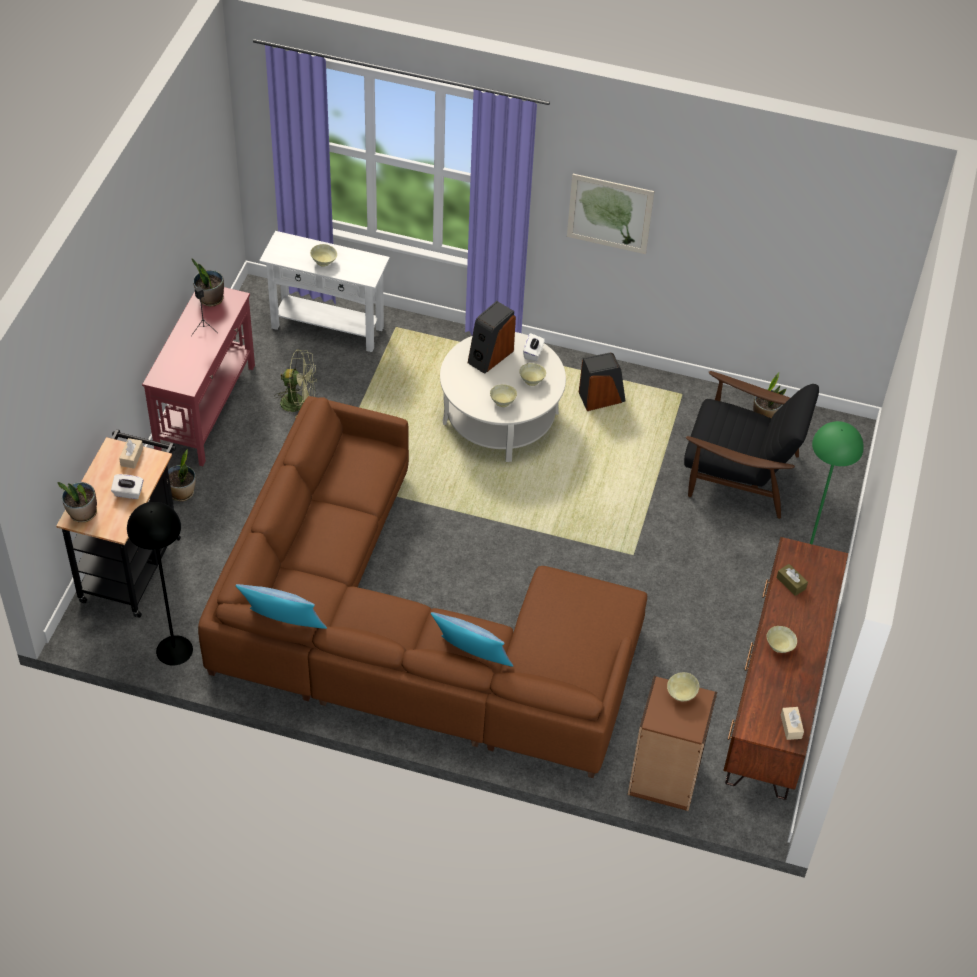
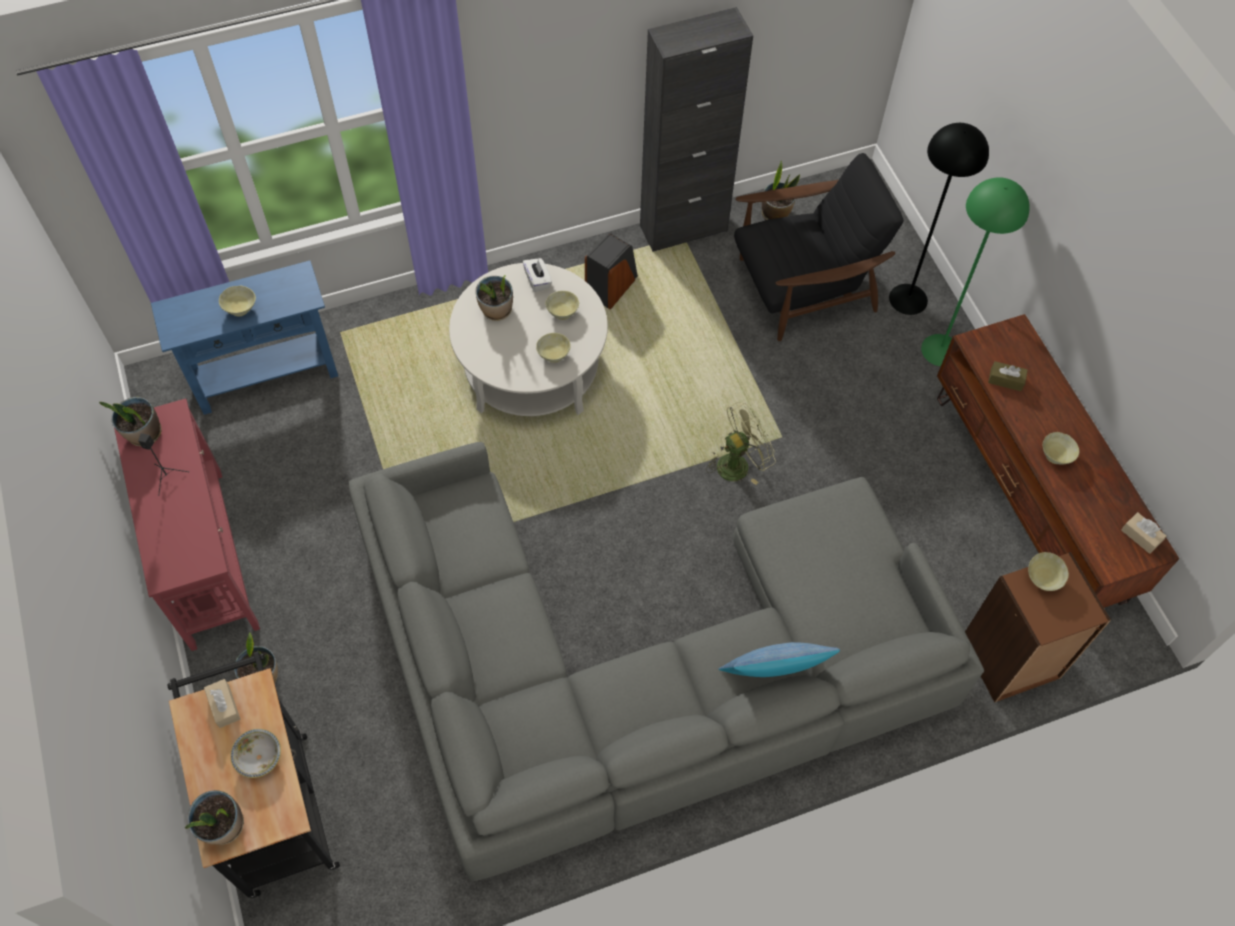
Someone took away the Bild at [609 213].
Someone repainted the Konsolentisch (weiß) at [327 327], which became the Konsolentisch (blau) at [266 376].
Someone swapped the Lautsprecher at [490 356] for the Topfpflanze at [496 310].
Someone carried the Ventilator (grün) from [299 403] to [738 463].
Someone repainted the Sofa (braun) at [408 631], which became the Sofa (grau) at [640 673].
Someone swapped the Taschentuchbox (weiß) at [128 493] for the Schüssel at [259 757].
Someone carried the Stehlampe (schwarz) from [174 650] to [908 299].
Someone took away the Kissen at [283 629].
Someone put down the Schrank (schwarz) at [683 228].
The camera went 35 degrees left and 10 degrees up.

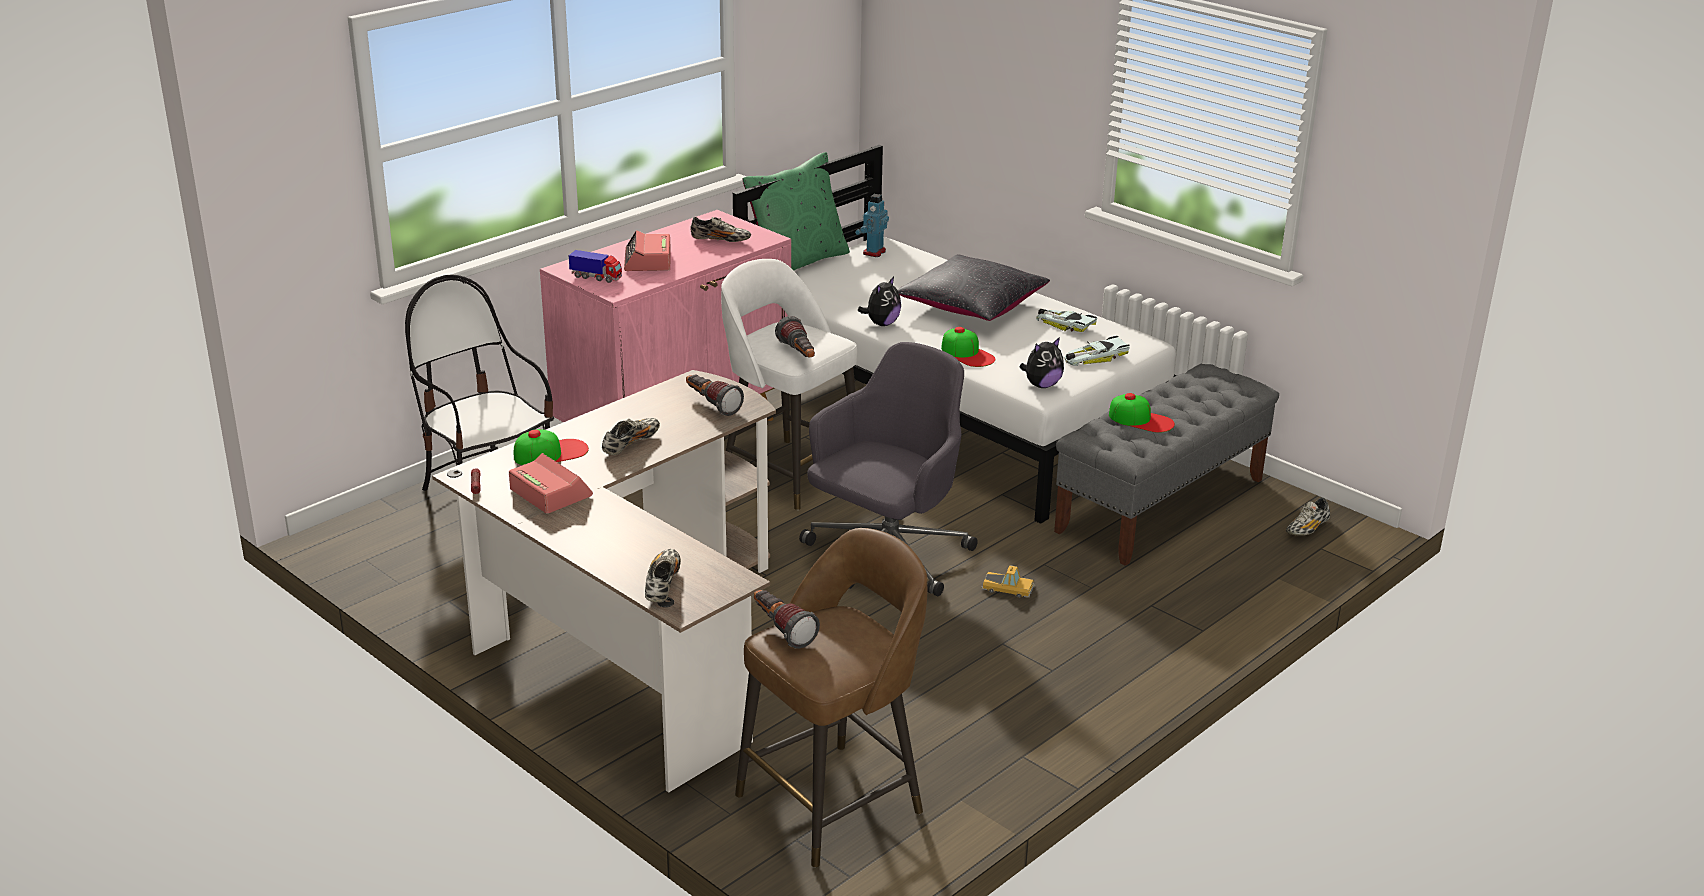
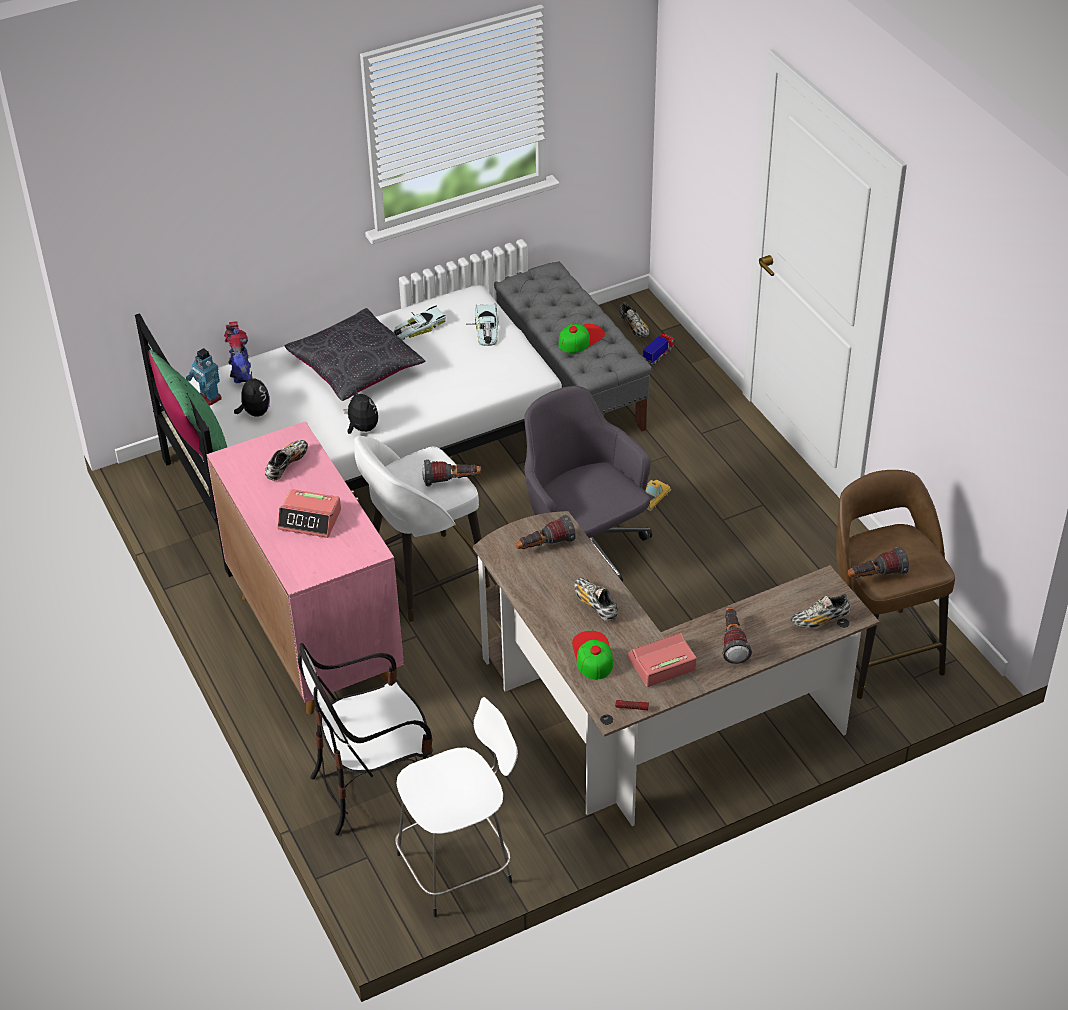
Someone carried the Spielzeuglaster from [596 277] to [658 355].
Someone took away the Kappe at [967 354].
Someone carried the Plüschtier from [1041 385] to [255 412].
Someone rotated the Schuh at [663 584] by 45 degrees counterclockwise.
Someone put down the Spielzeugroboter at [241 374].
Someone put down the Taschenlampe at [732 642].
Someone put down the Hocker (weiß) at [458 866].
The camera went 70 degrees left and 15 degrees up.

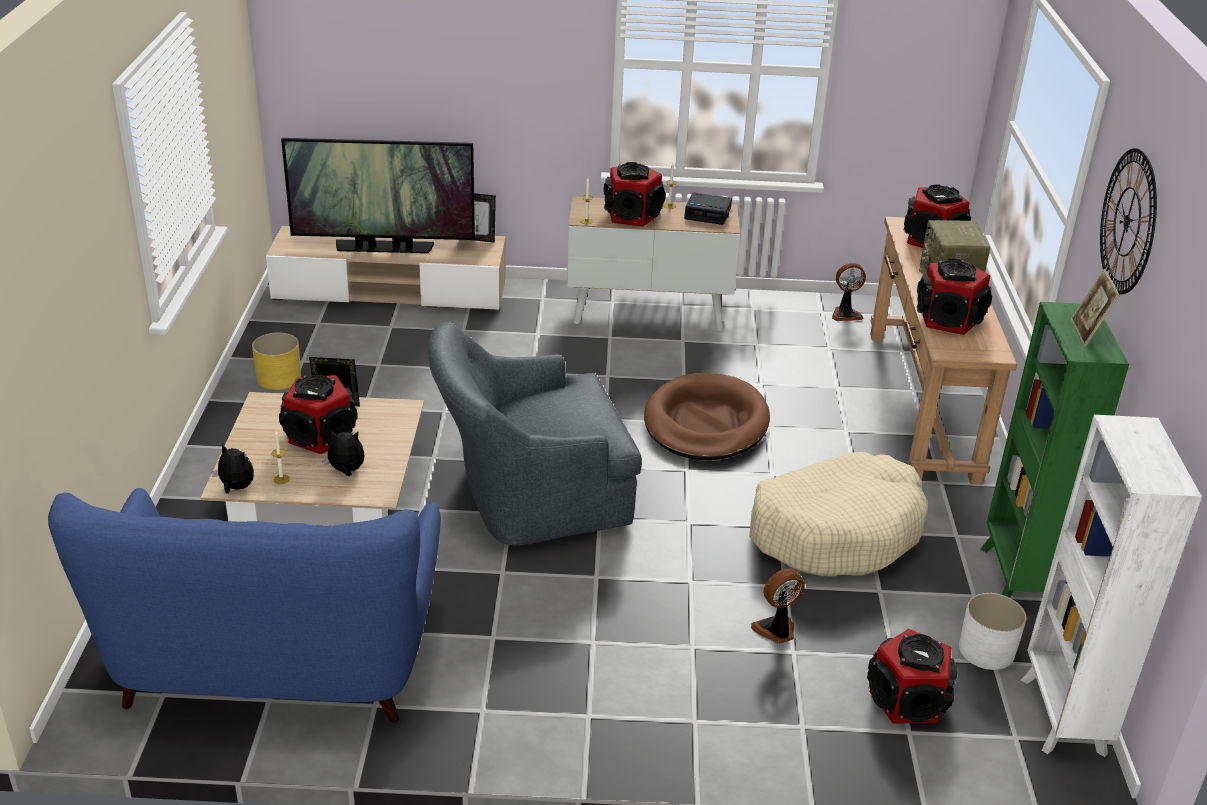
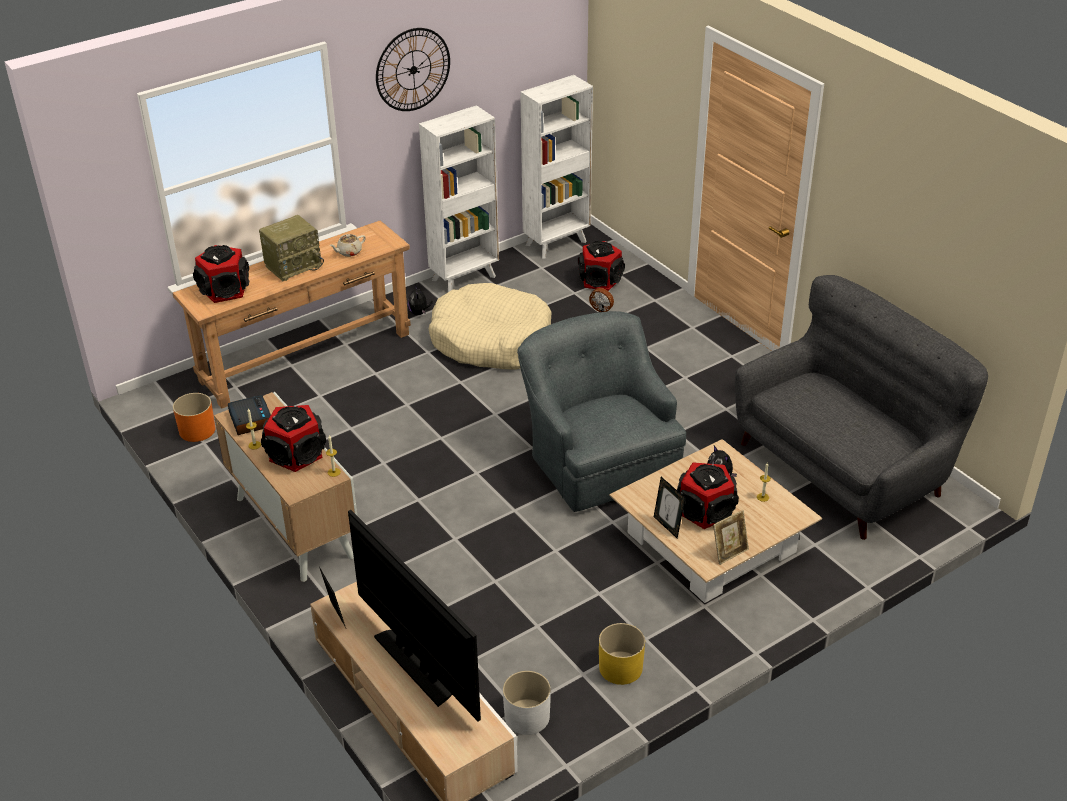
Someone swapped the Lautsprecher at [949 320] for the Teekanne (beige) at [349 252].
Someone swapped the Ventilator at [845 314] for the Pflanzkübel (orange) at [197 430].
Someone carried the Bilderrahmen from [1087 333] to [729 552].
Someone repainted the Bücherregal (grün) at [1016 579], which became the Bücherregal (weiß) at [465 278].
Someone rotated the Sessel (grau) at [528 496] by 150 degrees counterclockwise.
Someone took away the Hundebett (braun) at [705 423].
Someone carried the Plüschtier from [236 488] to [419 313].
Someone repainted the Sofa (blau) at [276 663], which became the Sofa (grau) at [844 466].
Someone carried the Pflanzkübel (weiß) from [986 650] to [526 717].
The camera went 125 degrees left and 5 degrees up.

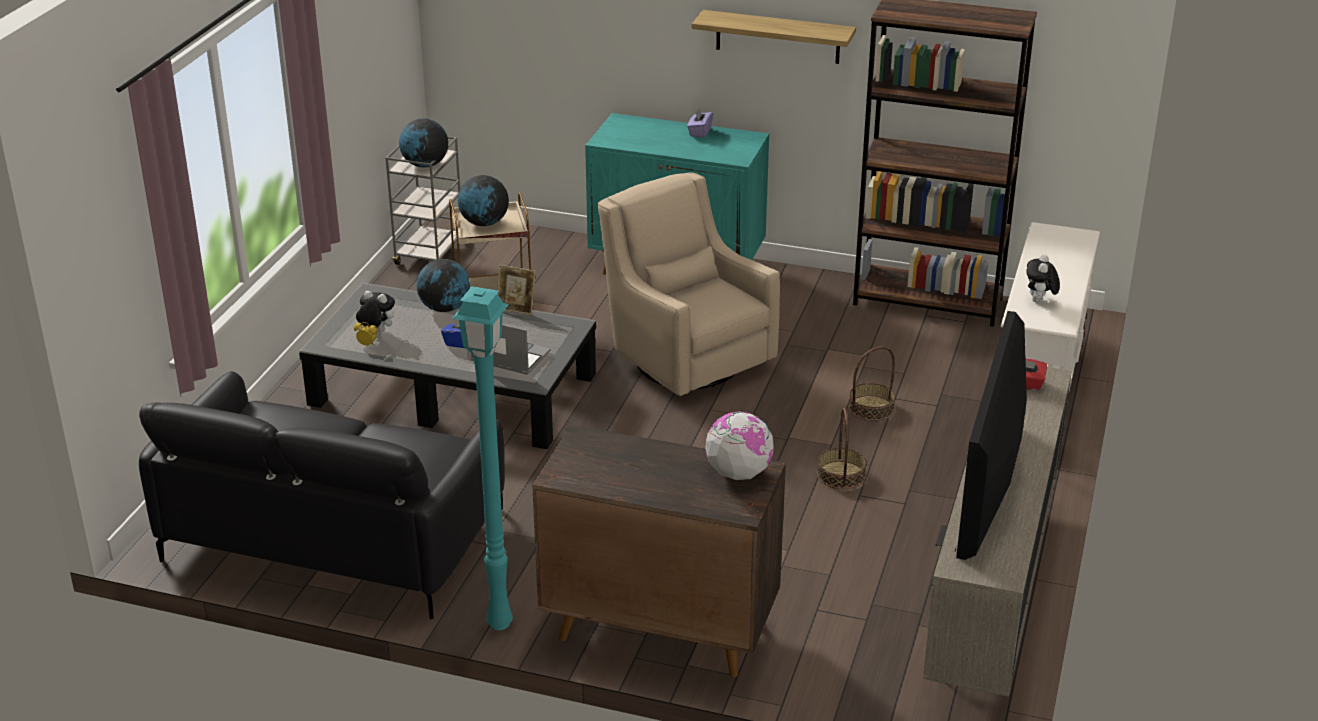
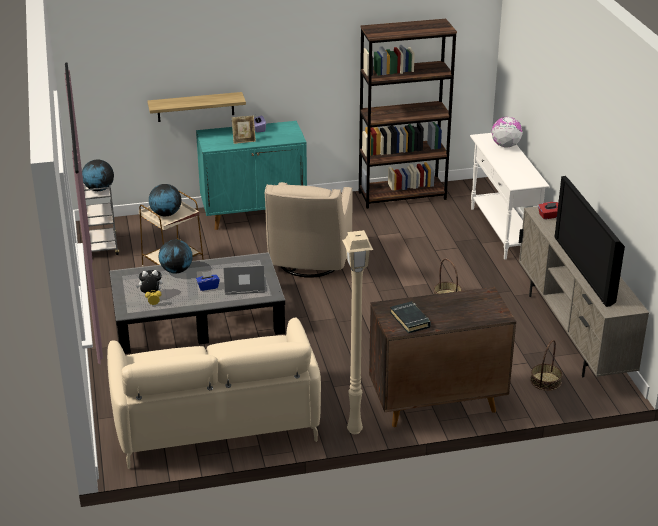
Someone carried the Wandregal from [778 37] to [195 107].
Someone rotated the Sessel (beige) at [685 359] by 105 degrees counterclockwise.
Someone took away the Plüschtier at [1039 301].
Someone carried the Bilderrahmen from [516 308] to [244 141].
Someone repainted the Stehlampe (türkis) at [497 624], which became the Stehlampe (beige) at [354 431].
Someone carried the Korb from [871 408] to [545 381].
Someone repainted the Sofa (schwarz) at [334 535], which became the Sofa (beige) at [215 418].
Someone carried the Globus from [738 473] to [505 145].
Someone put down the Buch (schwarz) at [410 320].
The camera went 30 degrees left and 0 degrees up.

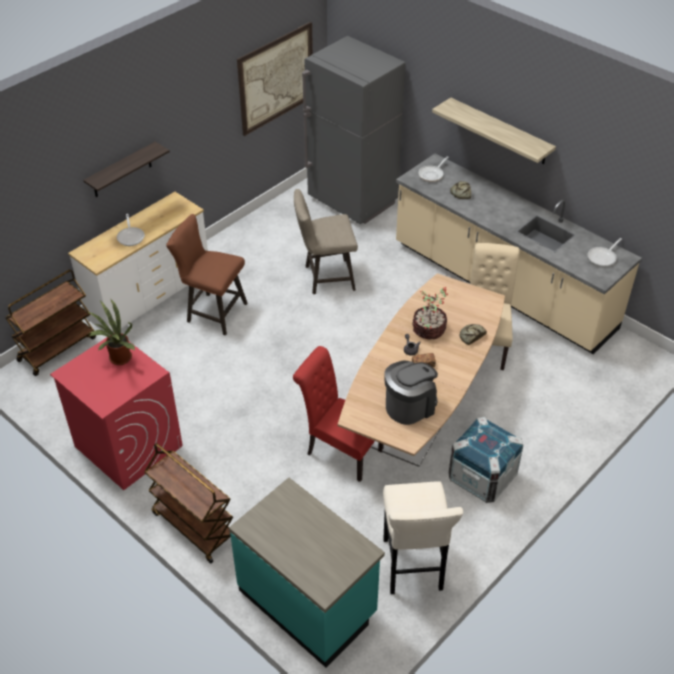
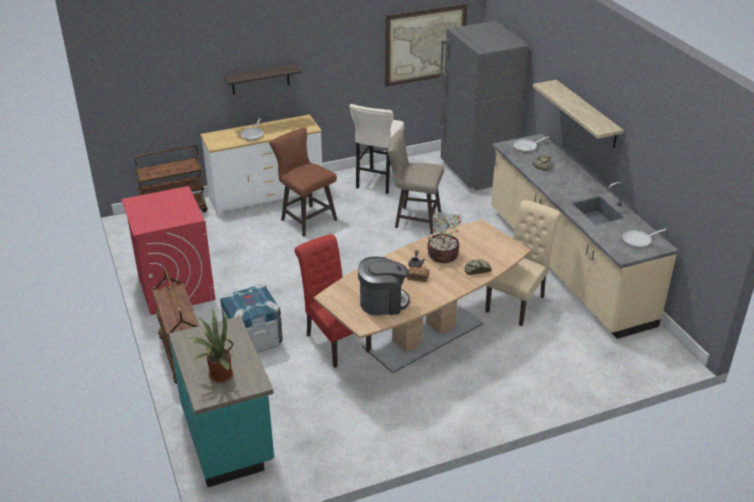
Someone carried the Topfpflanze from [118 359] to [218 375].
Someone carried the Kiste from [482 477] to [253 339].
Someone carried the Hocker (beige) from [412 568] to [377 182].
The camera went 25 degrees right and 10 degrees down.

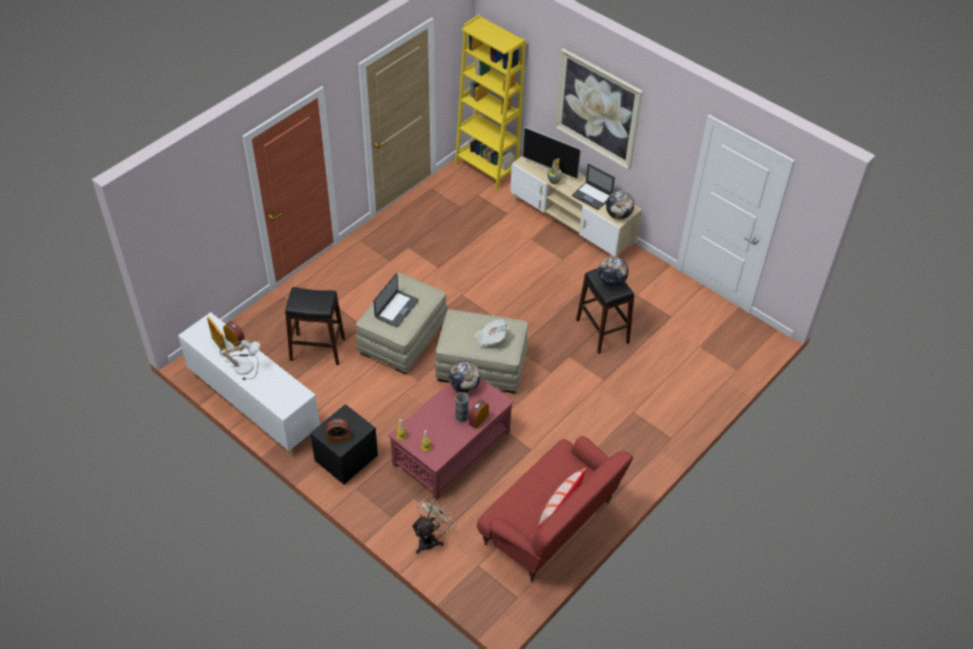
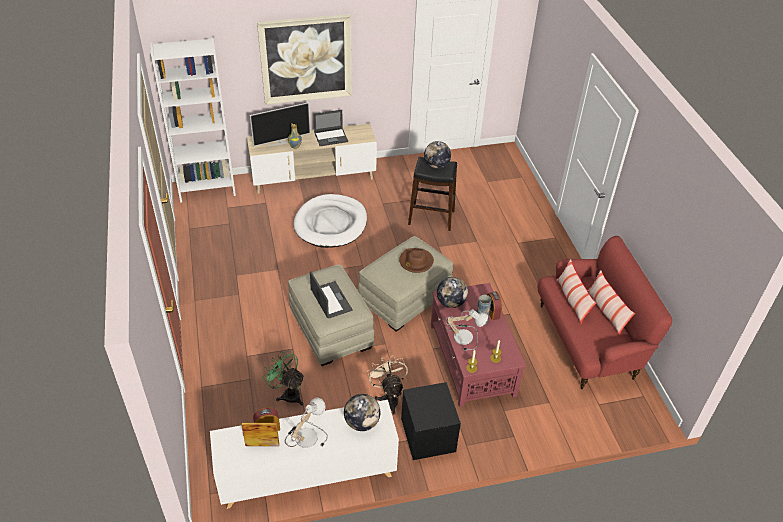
Someone repainted the Bücherregal (gelb) at [486 169], which became the Bücherregal (weiß) at [207 189].
Someone carried the Globus from [618 215] to [362 422].
Someone swapped the Hocker (schwarz) at [317 349] for the Ventilator (grün) at [288 393].
Someone swapped the Zeitung at [491 338] for the Hut (braun) at [416 262].
Someone took away the Wecker at [339 437].
Someone carried the Ventilator (beige) from [430 538] to [388 398].
Someone put down the Hundebett (weiß) at [331 224].
Someone put down the Kissen at [572 300].
Someone put down the Tischlampe at [464 336].
The camera went 55 degrees left and 5 degrees down.

